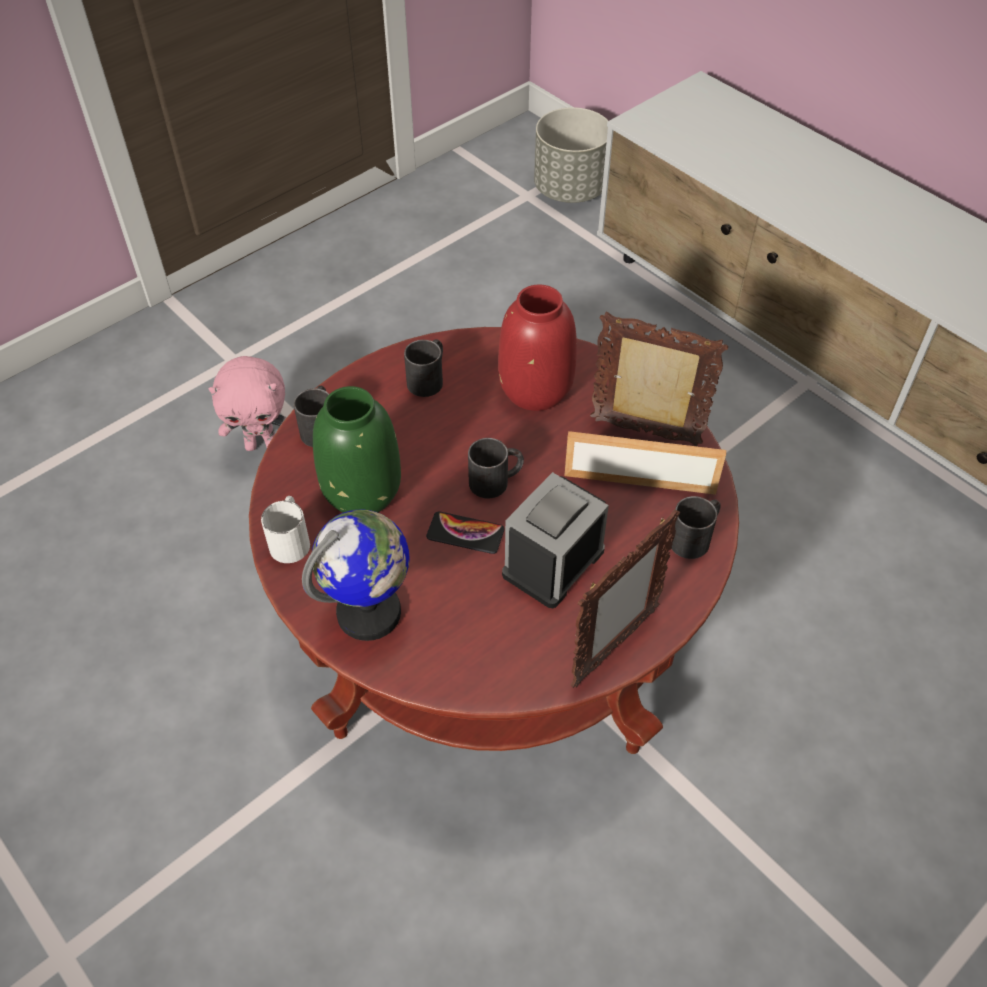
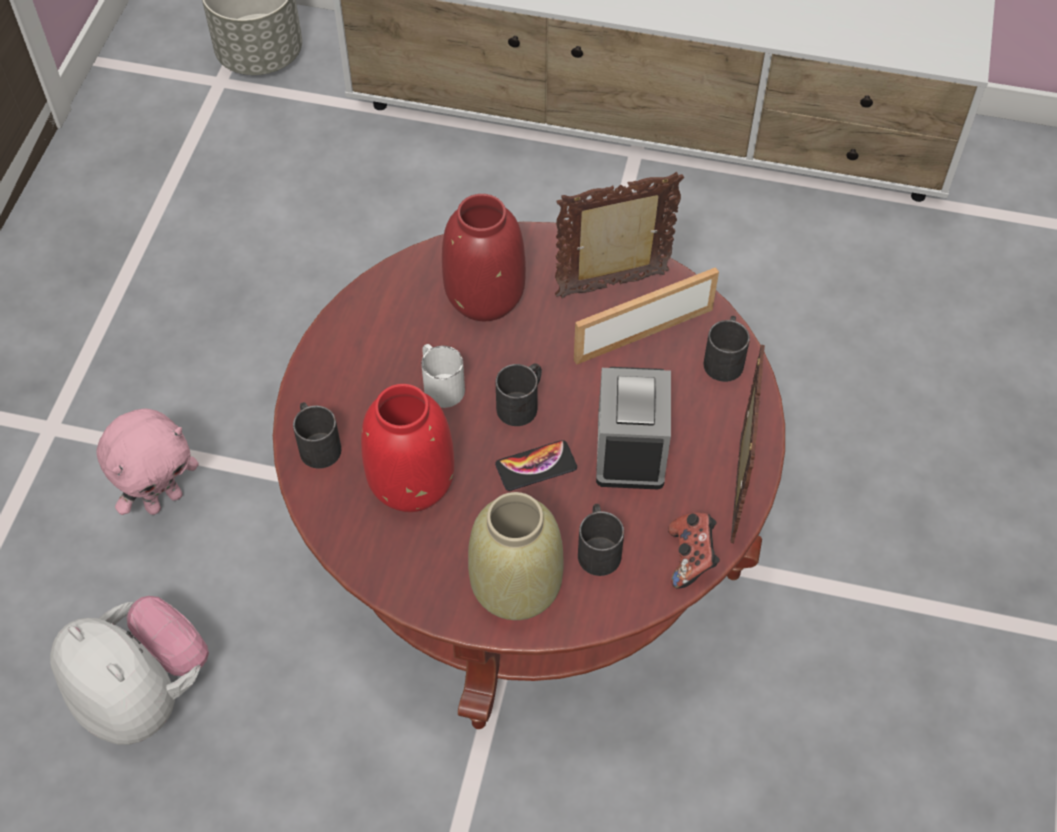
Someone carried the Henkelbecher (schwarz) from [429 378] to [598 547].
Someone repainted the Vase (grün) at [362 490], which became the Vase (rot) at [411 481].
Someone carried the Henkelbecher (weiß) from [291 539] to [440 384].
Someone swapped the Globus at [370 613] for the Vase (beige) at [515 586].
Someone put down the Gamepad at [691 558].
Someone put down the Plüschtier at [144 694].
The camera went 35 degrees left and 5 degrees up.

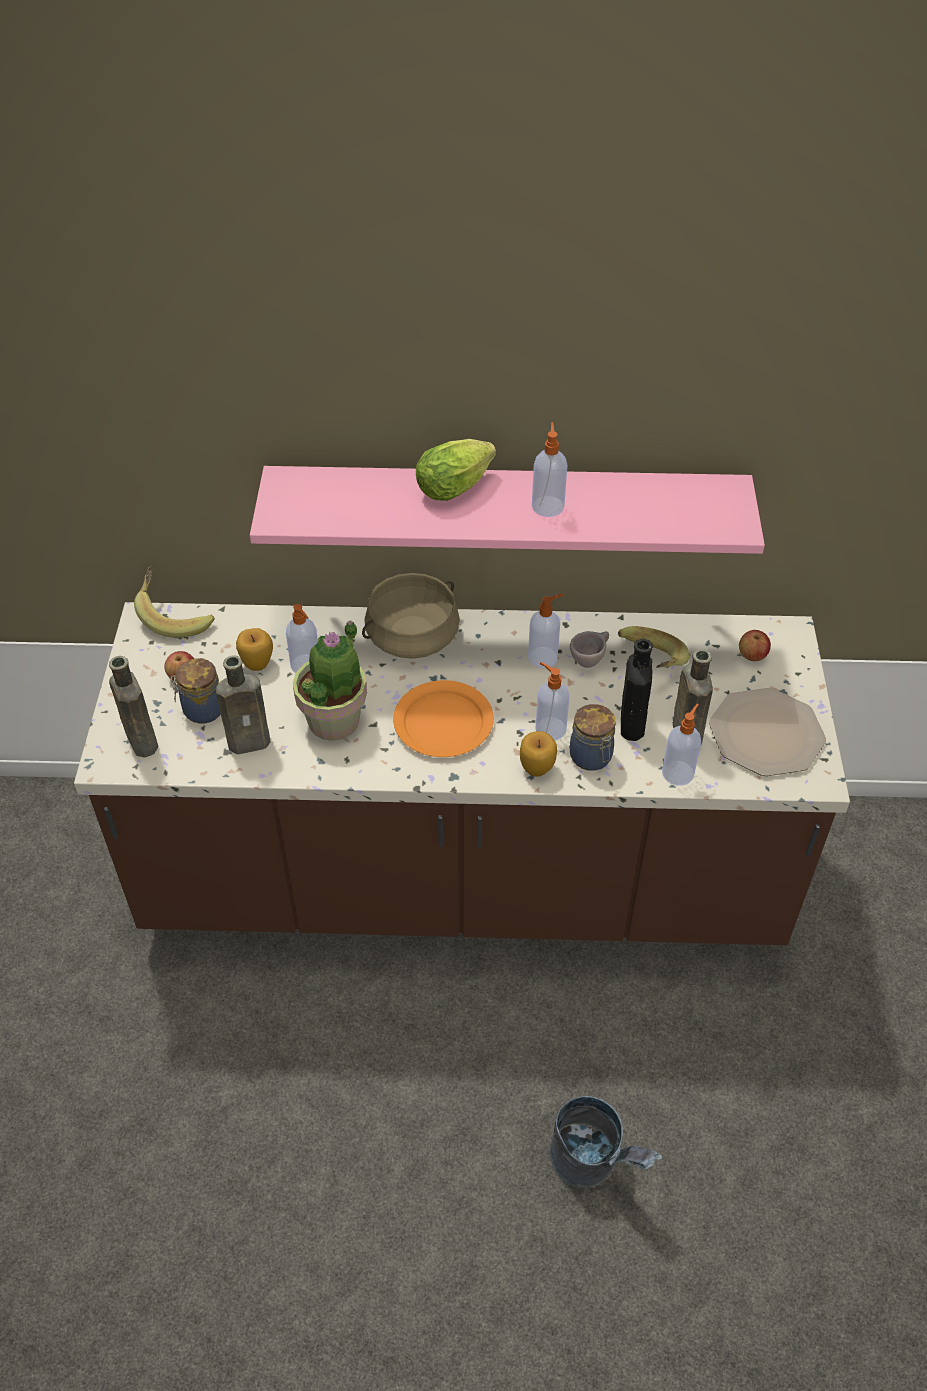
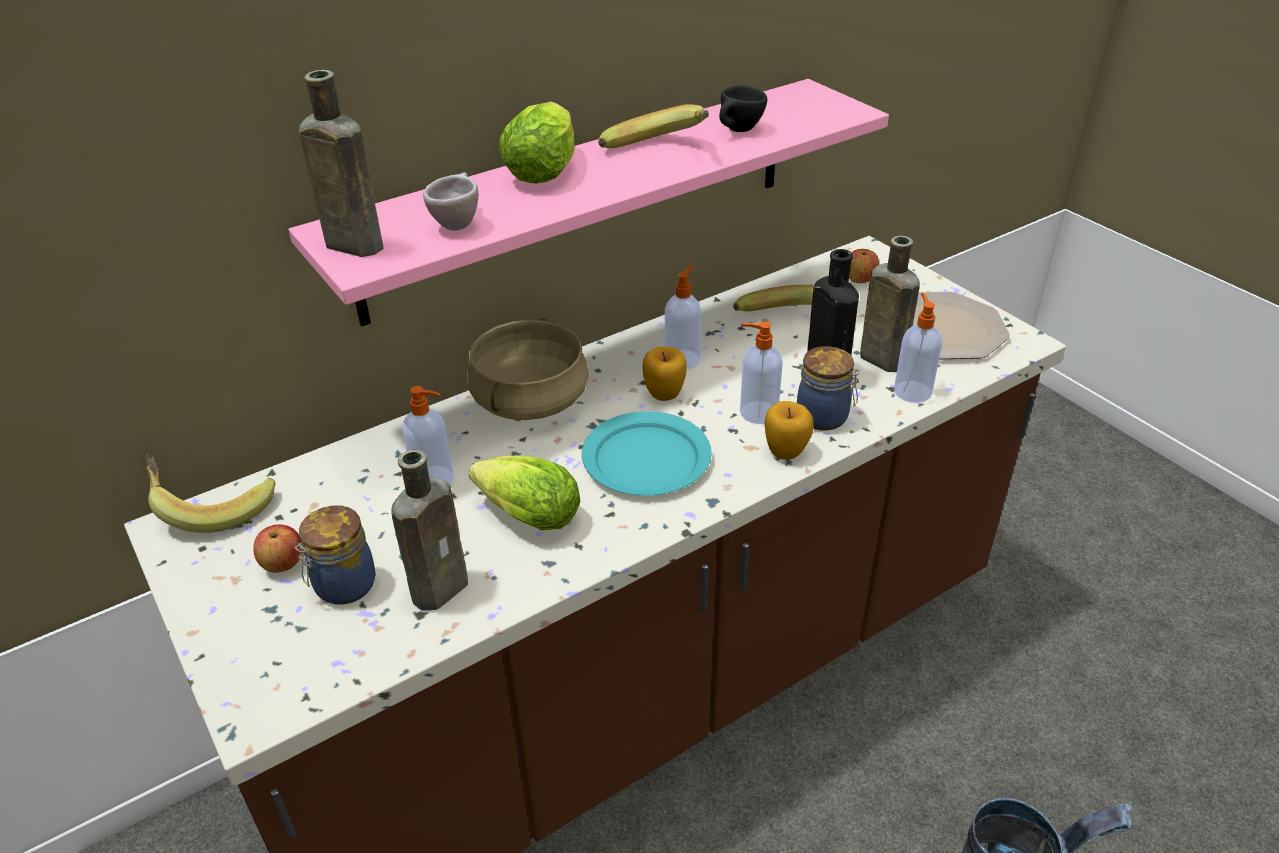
Someone swapped the Seifenspender at [547 506] for the Banane at [659 153].
Someone swapped the Topfpflanze at [335 720] for the Salatkopf at [524 514].
Someone carried the Apfel from [257 663] to [664 394].
Someone carried the Tasse (beige) from [589 659] to [457 223].
Someone carried the Flasche (braun) from [141 739] to [350 244].
Someone repainted the Teller (orange) at [443 723], which became the Teller (türkis) at [646 459].
Someone put down the Tasse (schwarz) at [738 131].
The camera went 35 degrees left and 10 degrees down.

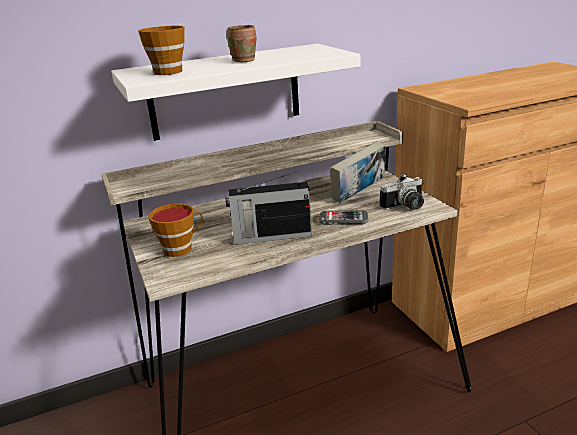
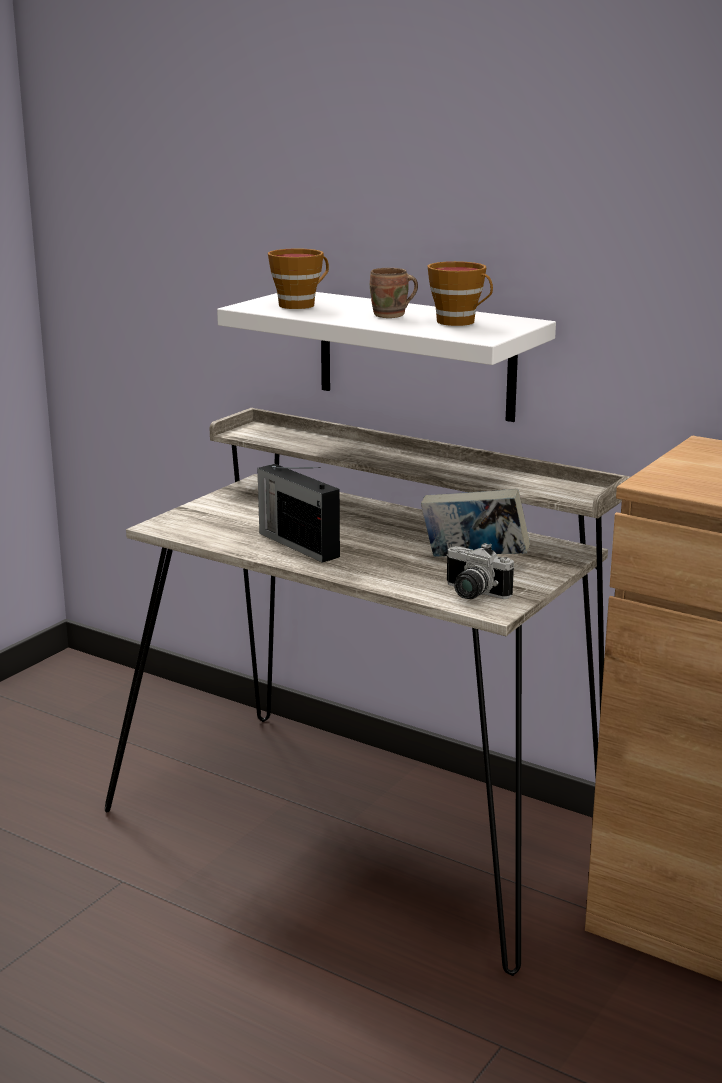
Someone carried the Tasse from [181 248] to [460 322].
Someone took away the Handy at [343 219].
The camera went 55 degrees right and 5 degrees down.

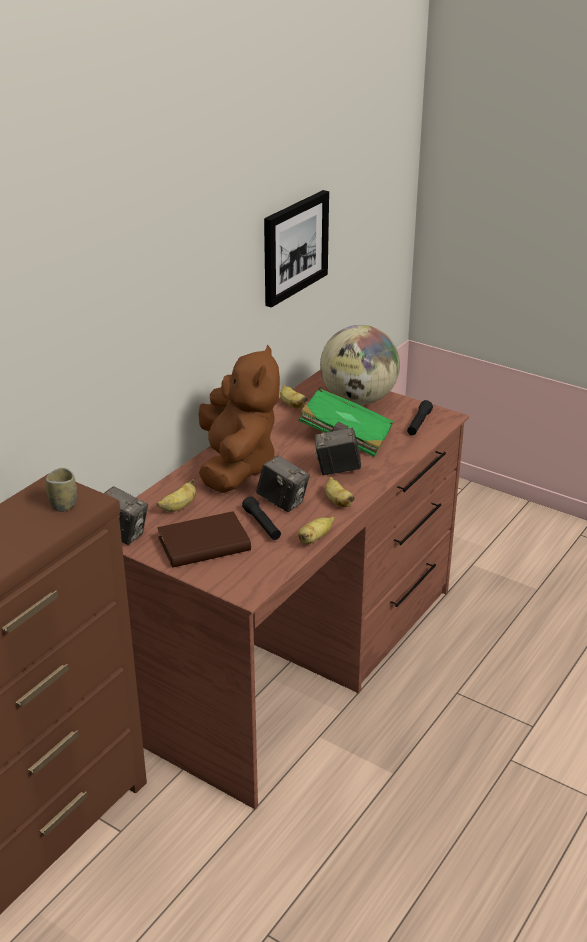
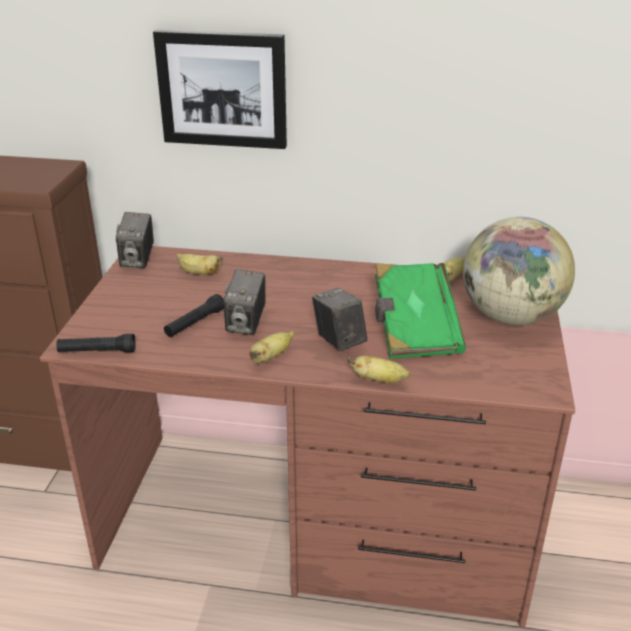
Someone carried the Bild from [294 247] to [223 89].
Someone took away the Plüschtier (braun) at [236 467].
Someone carried the Taschenlampe (schwarz) from [419 424] to [97 351].
Someone took away the Tasse at [63 505].
Someone took away the Buch (braun) at [204 544].
Someone carried the Banane from [315 539] to [379 380].
The camera went 65 degrees right and 0 degrees up.

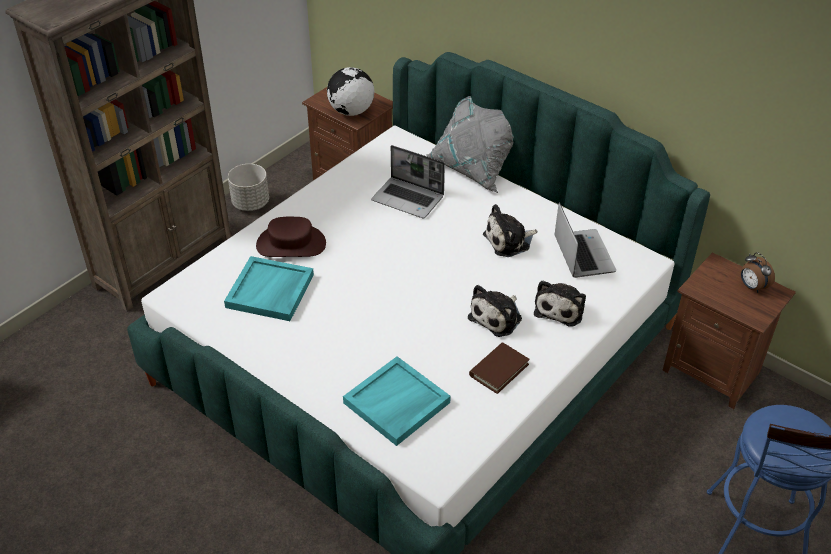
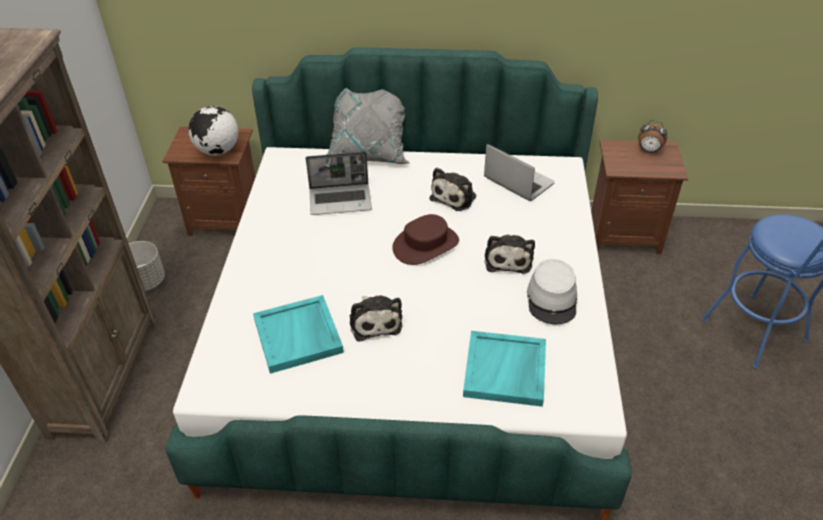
Someone carried the Hut (braun) from [291 244] to [425 244].
Someone carried the Plüschtier from [560 308] to [375 321].
Someone swapped the Buch (braun) at [499 370] for the Hut (grau) at [552 299].
The camera went 35 degrees left and 0 degrees up.

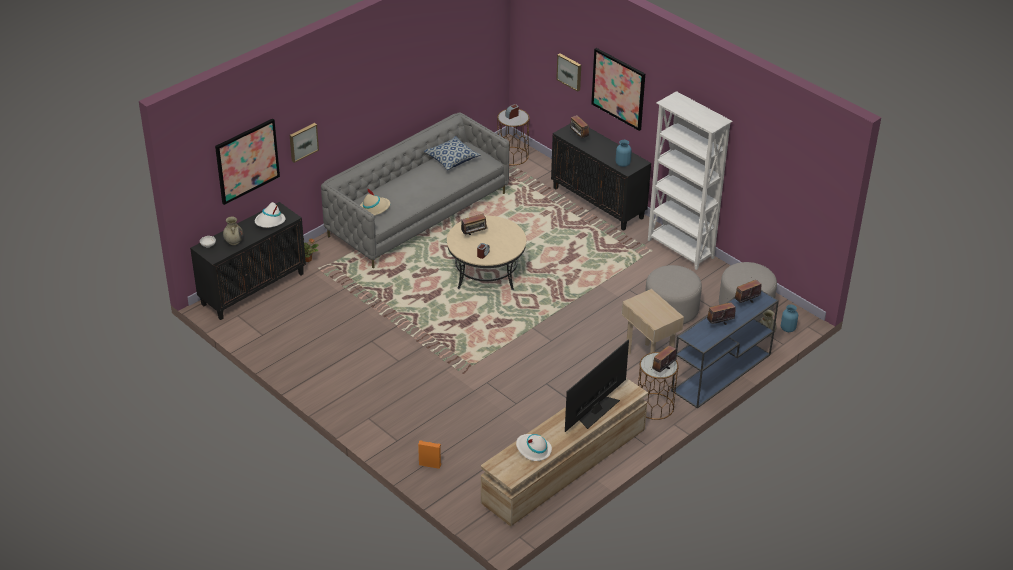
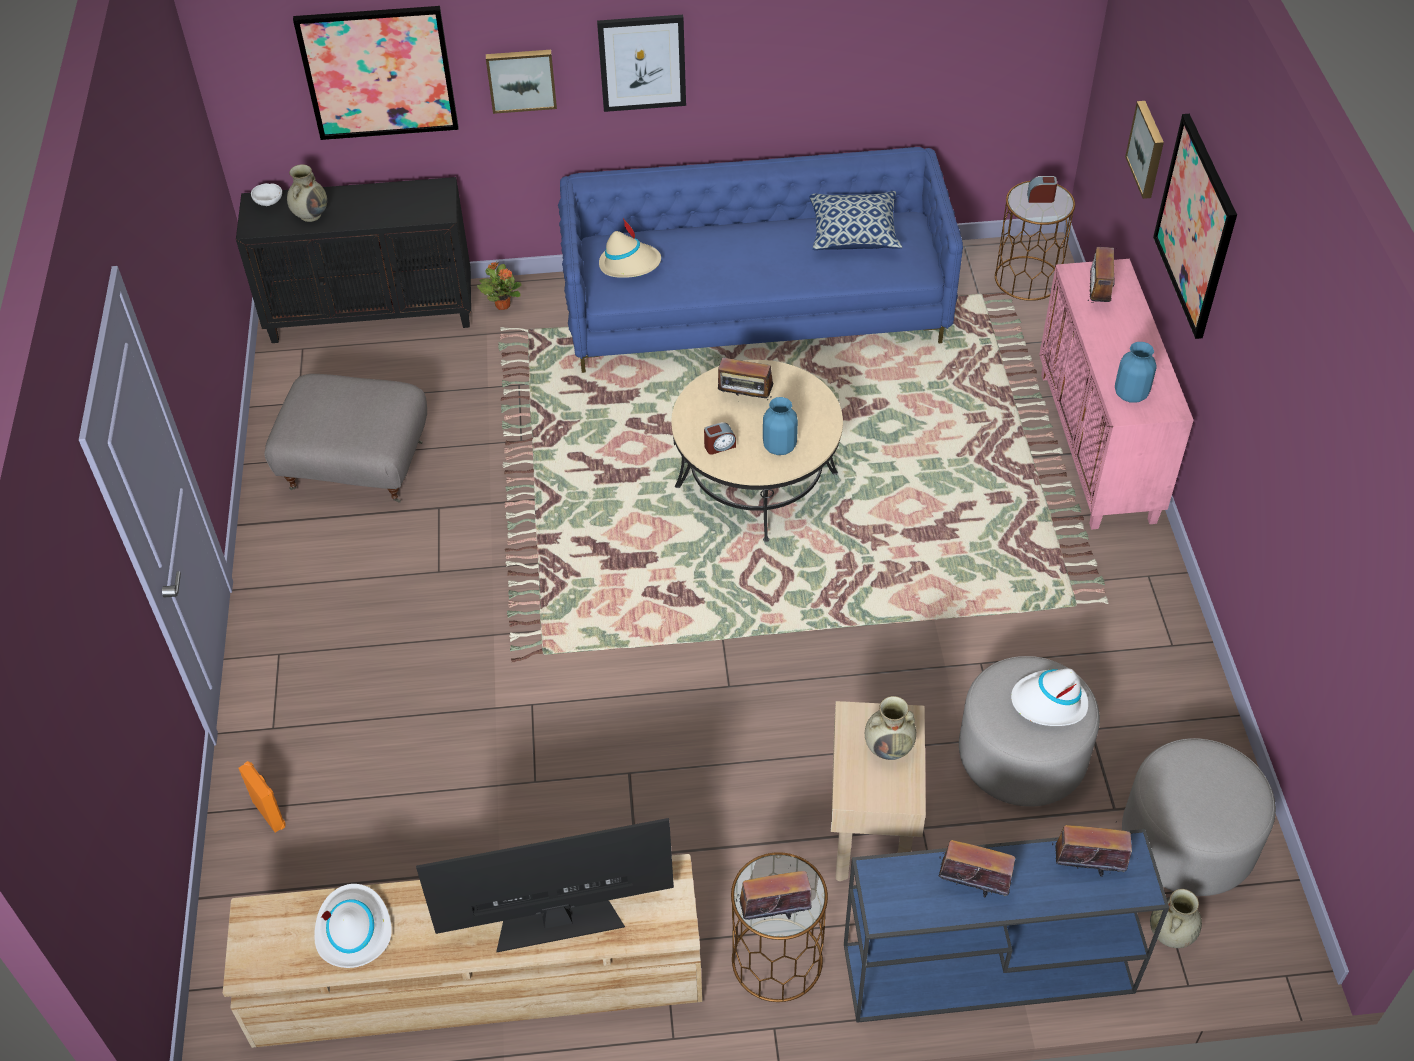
Someone took away the Bücherregal (weiß) at [680 249].
Someone repainted the Sofa (grau) at [418 214], which became the Sofa (blau) at [756 310].
Someone repainted the Schrank (schwarz) at [599 203], which became the Schrank (rosa) at [1098 447].
Someone carried the Hut (weiß) from [270 221] to [1049 703].
Someone carried the Vase (blau) from [788 328] to [779 446].
Someone put up the Bild at [642 62].
Someone put down the Polsterhocker (grau) at [356 468].
Someone put down the Vase (beige) at [889 747].
The camera went 40 degrees right and 10 degrees up.

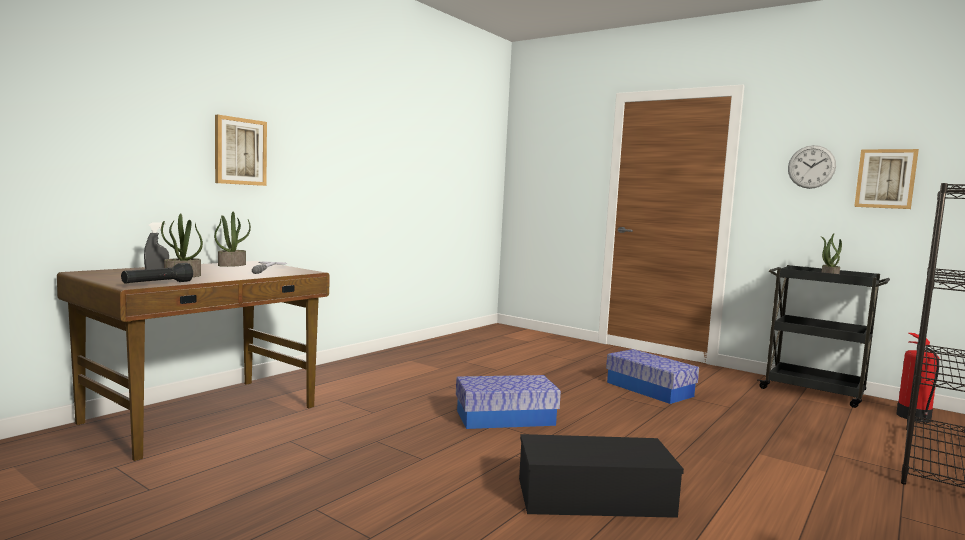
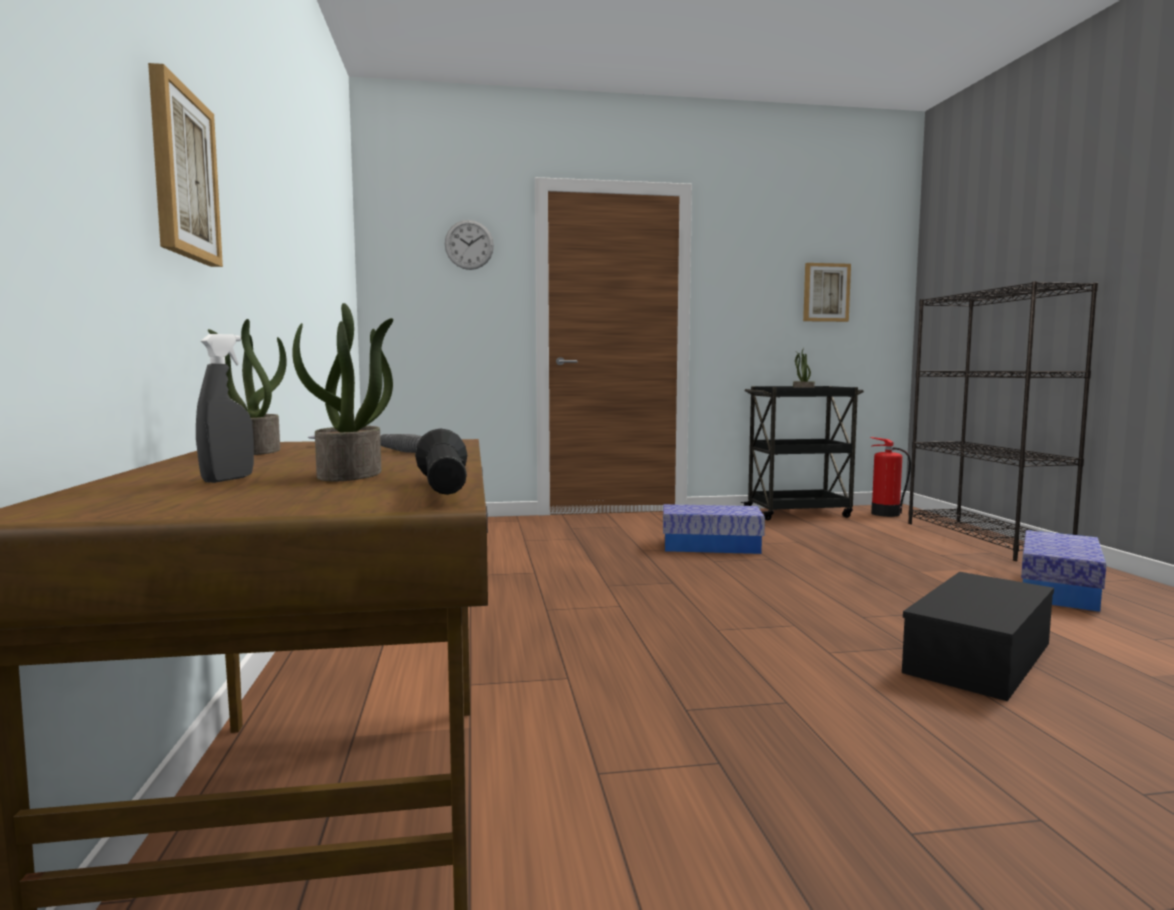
Someone carried the Wanduhr from [811 167] to [469 244].
Someone carried the Aufbewahrungsbox from [505 418] to [1058 590].
The camera went 45 degrees left and 0 degrees up.

